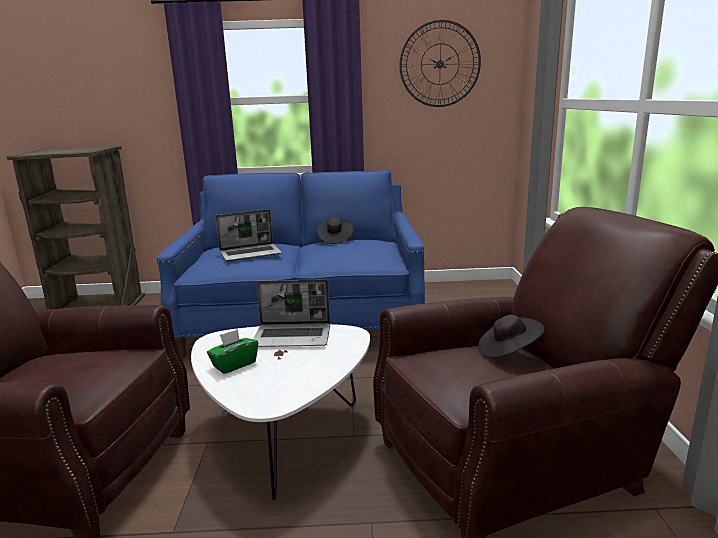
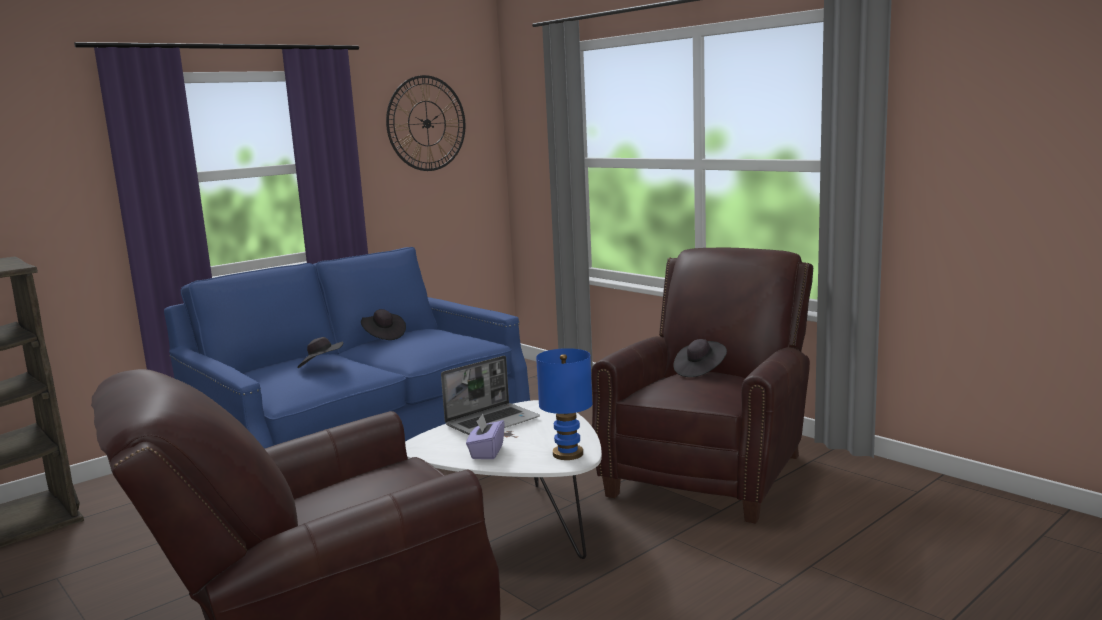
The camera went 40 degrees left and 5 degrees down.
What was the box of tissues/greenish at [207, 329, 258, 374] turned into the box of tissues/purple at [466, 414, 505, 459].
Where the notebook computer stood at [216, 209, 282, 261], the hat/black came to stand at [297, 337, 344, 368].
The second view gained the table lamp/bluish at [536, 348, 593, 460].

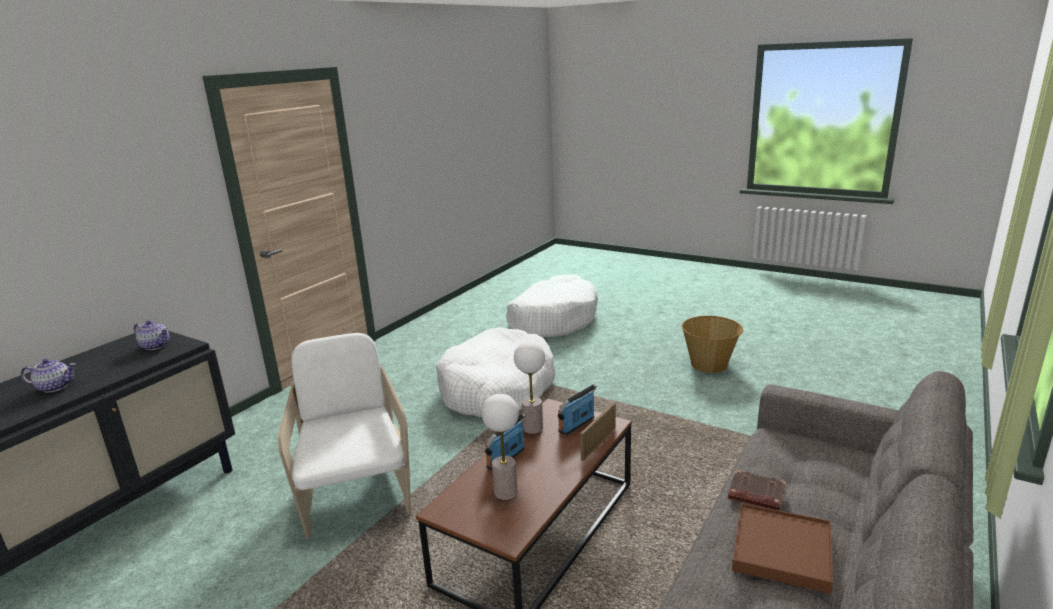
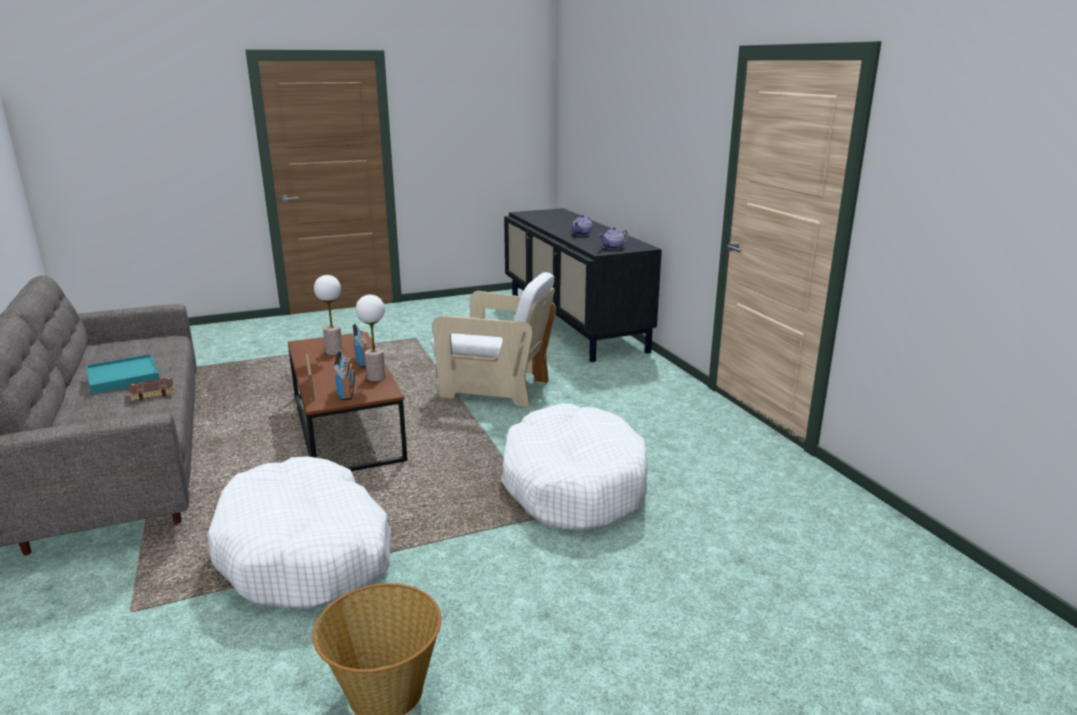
The camera went 125 degrees right and 0 degrees up.
The pet bed/whitish ended up elsewhere, having gone from [506, 275, 598, 337] to [207, 456, 391, 609].
What was the tray/brown-coloured at [732, 503, 833, 594] turned into the tray/turquoise-coloured at [86, 354, 160, 394].

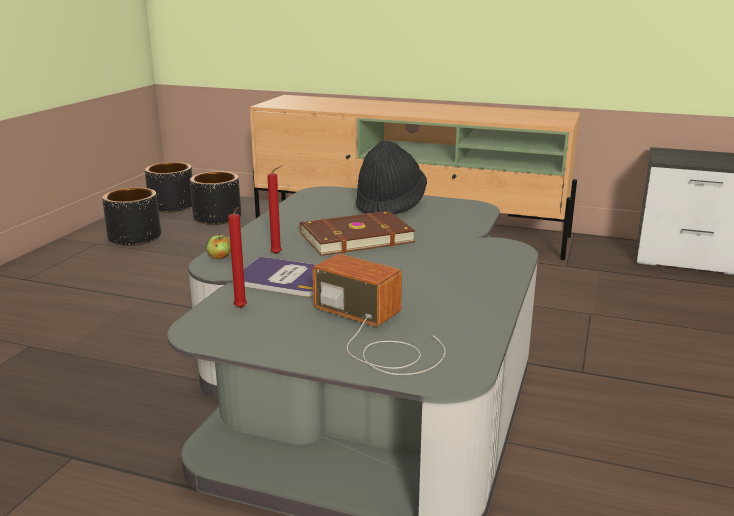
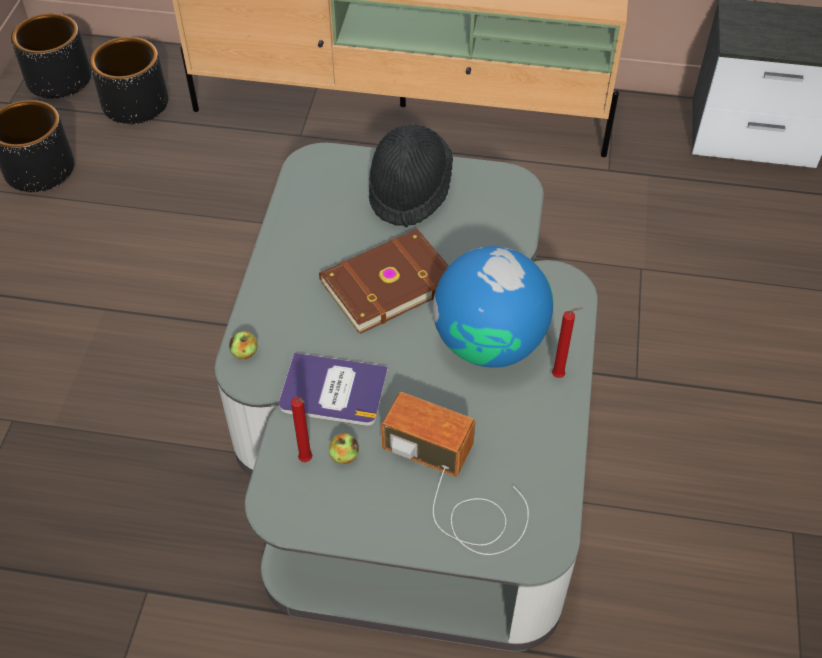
The camera went 10 degrees left and 30 degrees up.
The wax light/red-coloured ended up elsewhere, having gone from [267, 166, 282, 254] to [552, 308, 583, 378].
The second view gained the apple at [329, 433, 359, 464].
The second view gained the desk globe at [433, 246, 553, 368].

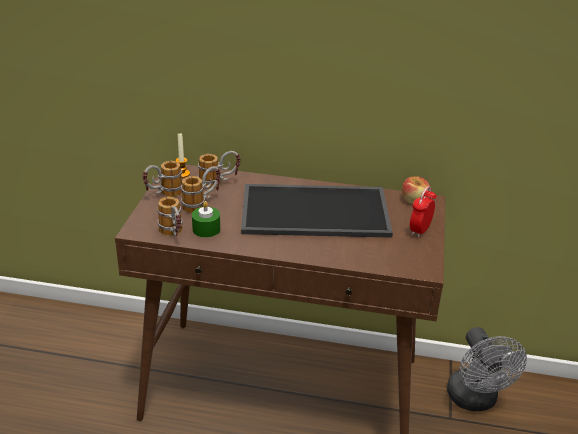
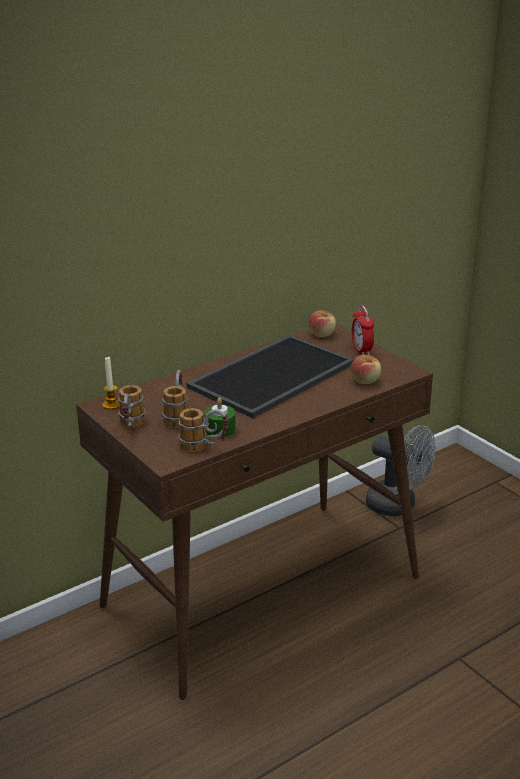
The camera went 45 degrees left and 5 degrees down.
The second view lost the tea mug at [198, 151, 241, 189].
The second view gained the apple at [351, 354, 381, 384].

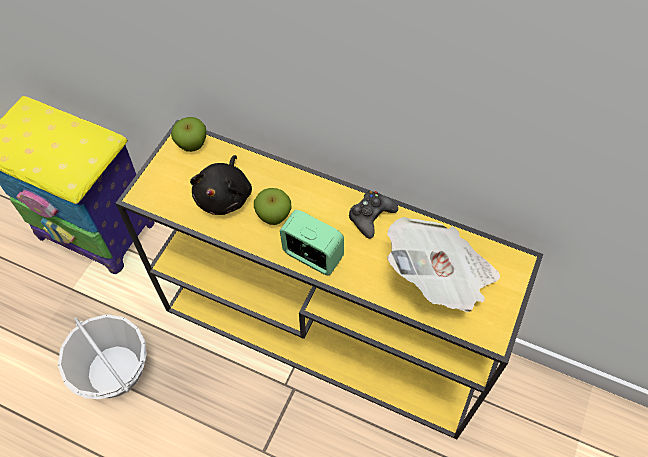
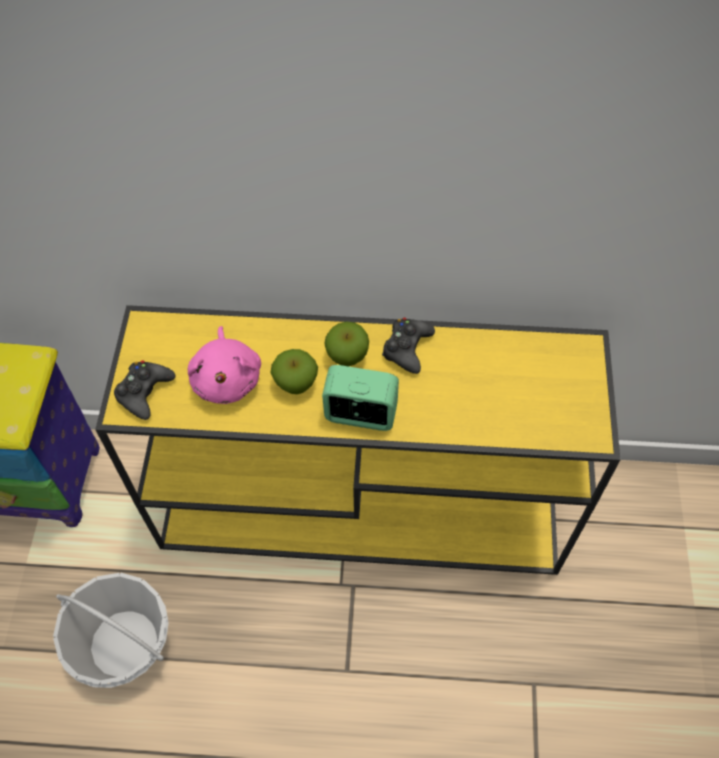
The camera went 20 degrees left and 0 degrees up.
The apple ended up elsewhere, having gone from [171, 117, 207, 152] to [324, 322, 369, 366].
What was the cuddly toy/black at [190, 155, 252, 215] turned into the cuddly toy/pinkish at [188, 326, 261, 404].
The second view lost the daily paper at [387, 217, 500, 312].
The second view gained the joypad/black at [114, 361, 175, 420].

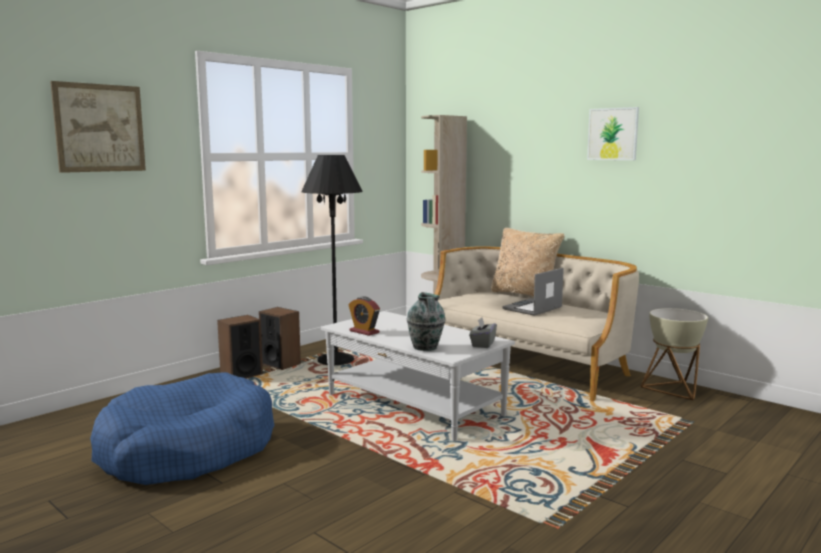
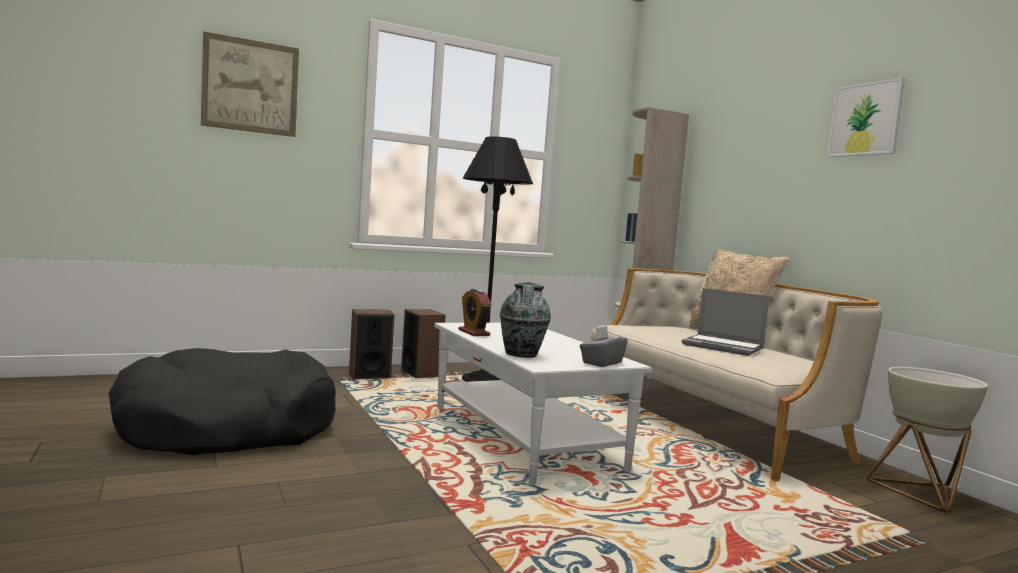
The camera went 20 degrees right and 5 degrees down.
What was the pet bed/bluish at [90, 372, 275, 485] turned into the pet bed/black at [109, 348, 336, 455].
The notebook computer at [503, 268, 564, 316] ended up facing another way, 120 degrees counterclockwise from before.

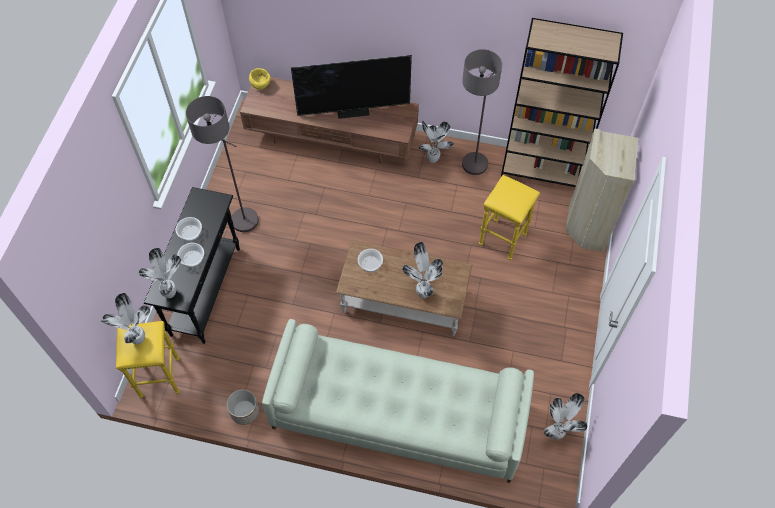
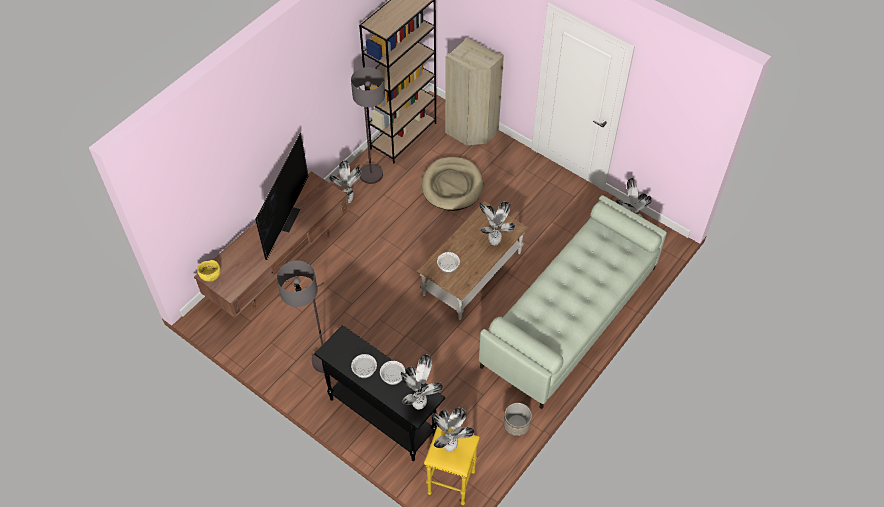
The camera went 65 degrees left and 5 degrees down.
Where the sitting stool/yellow stood at [479, 175, 540, 260], the pet bed/beige-coloured came to stand at [422, 157, 483, 211].

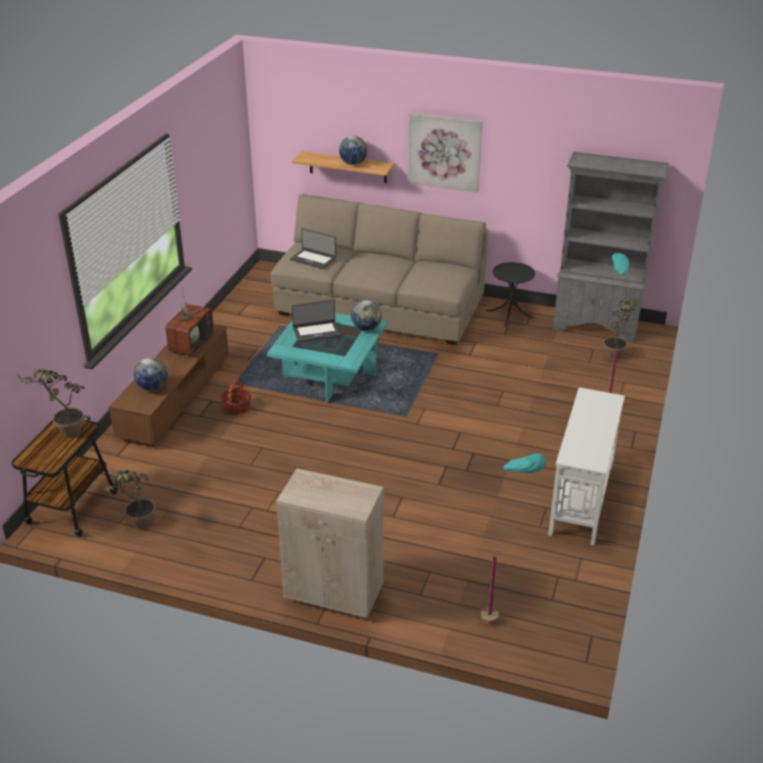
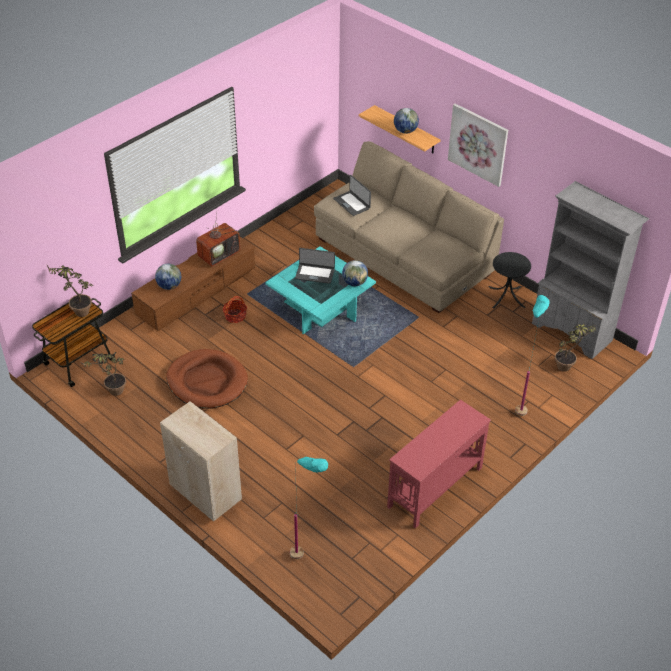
The camera went 25 degrees right and 10 degrees up.
What was the narrow table/whitish at [548, 387, 625, 545] turned into the narrow table/red-coloured at [387, 400, 491, 529].
The second view gained the pet bed/brown-coloured at [167, 349, 248, 409].

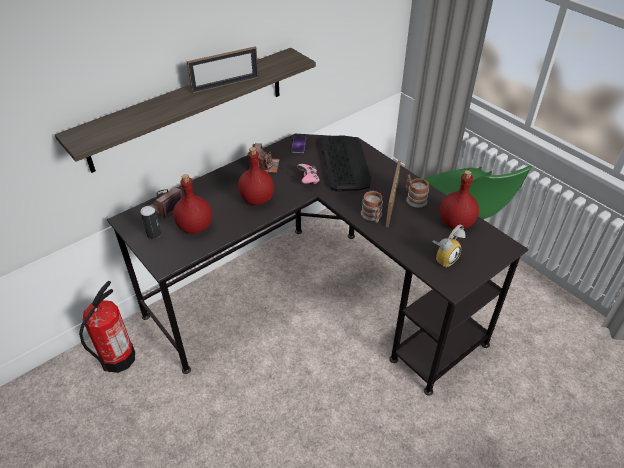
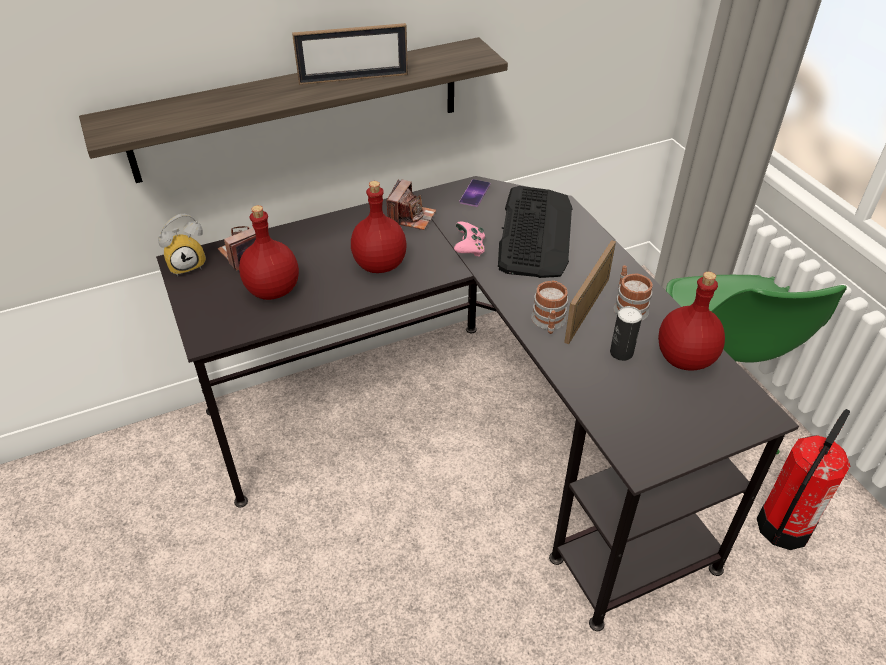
The camera went 15 degrees right and 0 degrees up.
The extinguisher ended up elsewhere, having gone from [79, 281, 135, 373] to [757, 409, 850, 550].
The can ended up elsewhere, having gone from [140, 206, 161, 239] to [610, 306, 642, 361].
The bedside clock ended up elsewhere, having gone from [433, 225, 465, 267] to [158, 214, 206, 276].

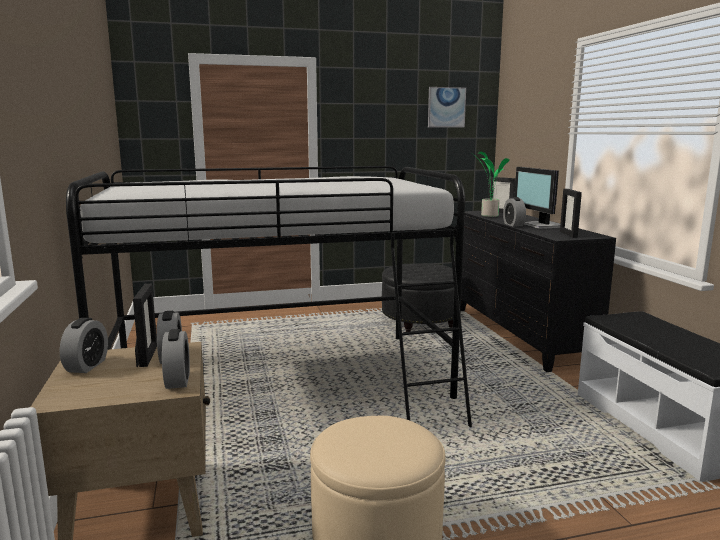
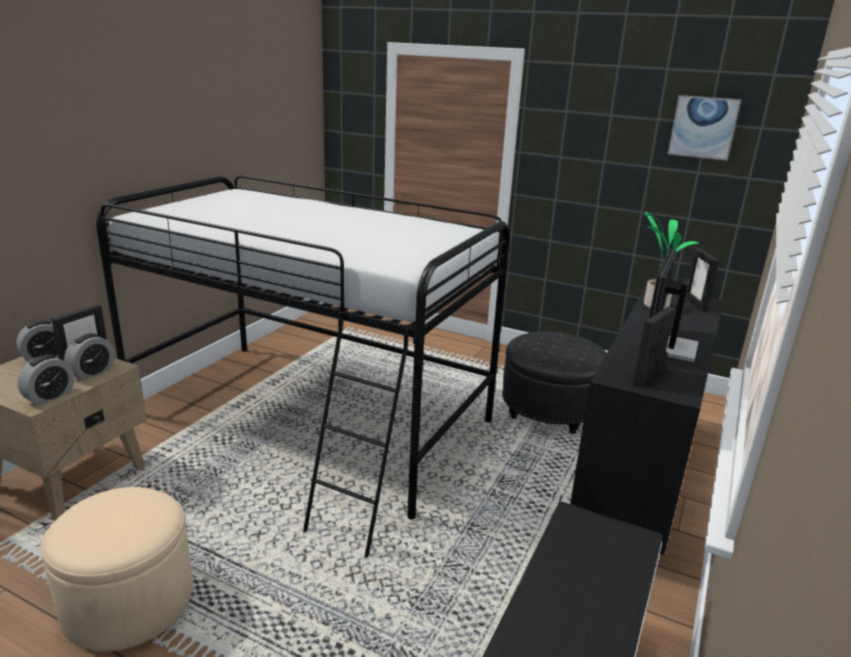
The camera went 40 degrees right and 10 degrees up.
The second view lost the bedside clock at [503, 197, 526, 227].

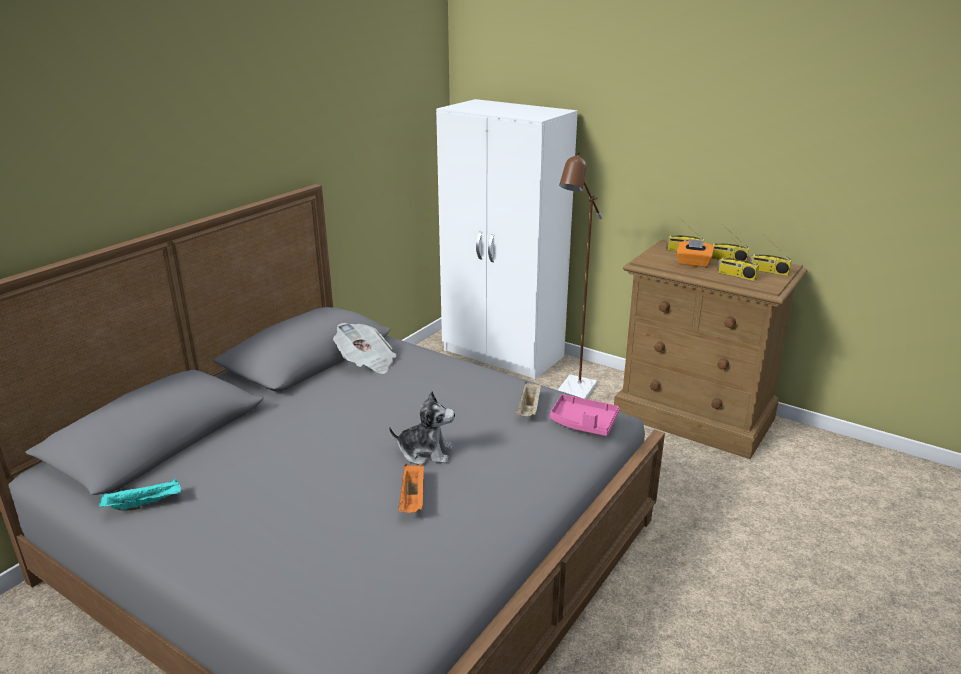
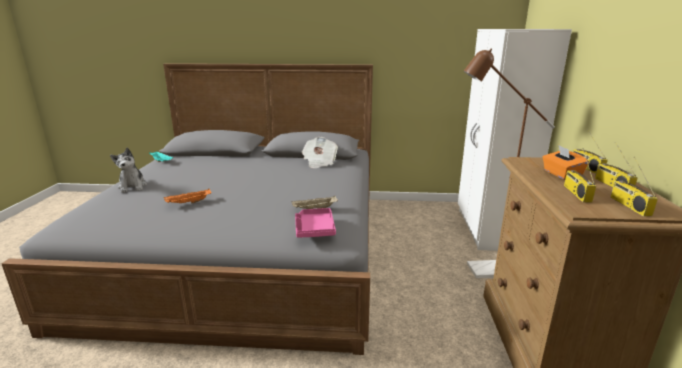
The camera went 60 degrees right and 5 degrees down.
The cuddly toy ended up elsewhere, having gone from [389, 391, 455, 466] to [110, 148, 147, 193].

